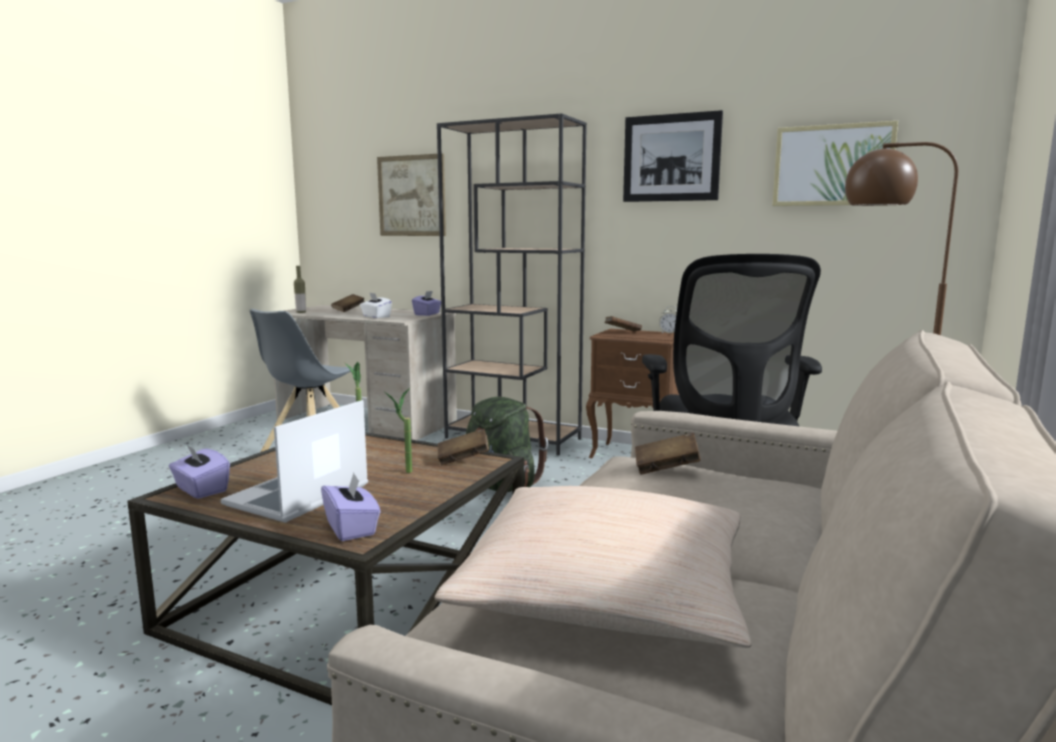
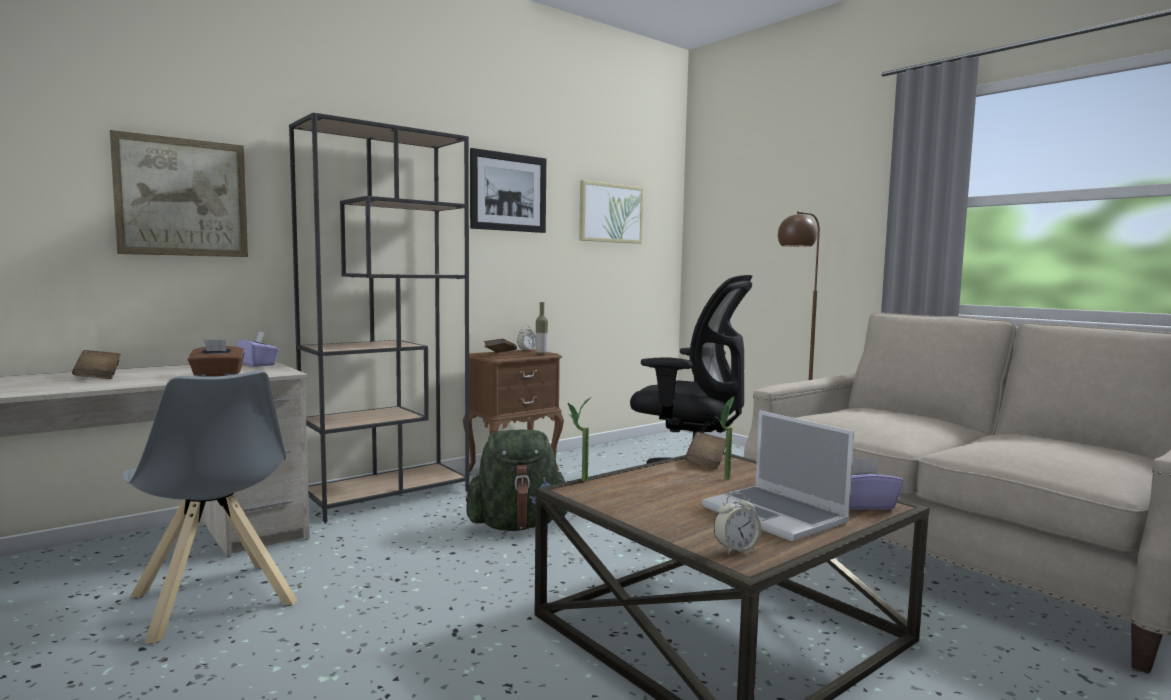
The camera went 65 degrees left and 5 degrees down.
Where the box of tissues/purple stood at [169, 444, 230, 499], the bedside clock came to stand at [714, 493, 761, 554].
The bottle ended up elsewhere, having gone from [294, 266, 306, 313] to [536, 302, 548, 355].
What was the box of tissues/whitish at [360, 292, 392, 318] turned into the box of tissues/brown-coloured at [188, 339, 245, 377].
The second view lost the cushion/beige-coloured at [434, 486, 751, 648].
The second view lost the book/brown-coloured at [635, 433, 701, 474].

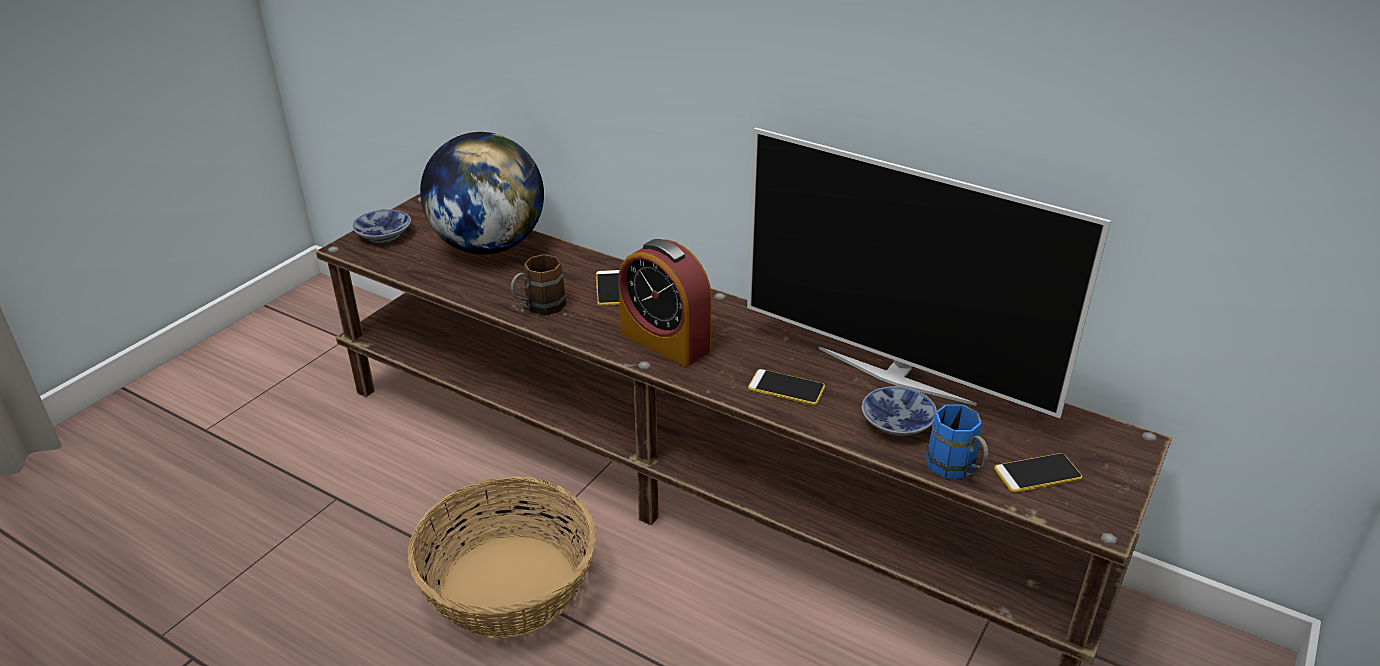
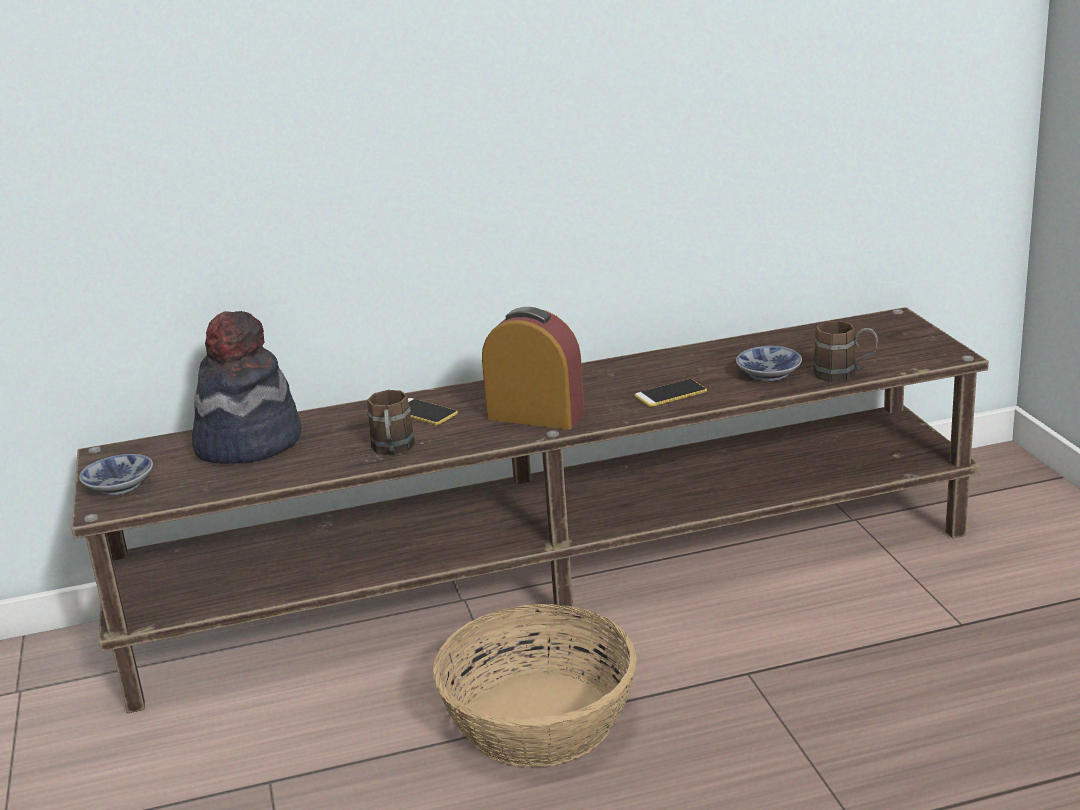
The camera went 45 degrees left and 10 degrees down.
Where the desk globe stood at [420, 132, 544, 254], the hat came to stand at [192, 311, 301, 464].
The bedside clock at [619, 239, 711, 367] ended up facing another way, 150 degrees counterclockwise from before.
The second view lost the TV set at [747, 127, 1111, 418].
What was the tea mug/bluish at [926, 404, 989, 478] turned into the tea mug/brown-coloured at [813, 321, 878, 382].
The second view lost the handset at [994, 453, 1083, 493].

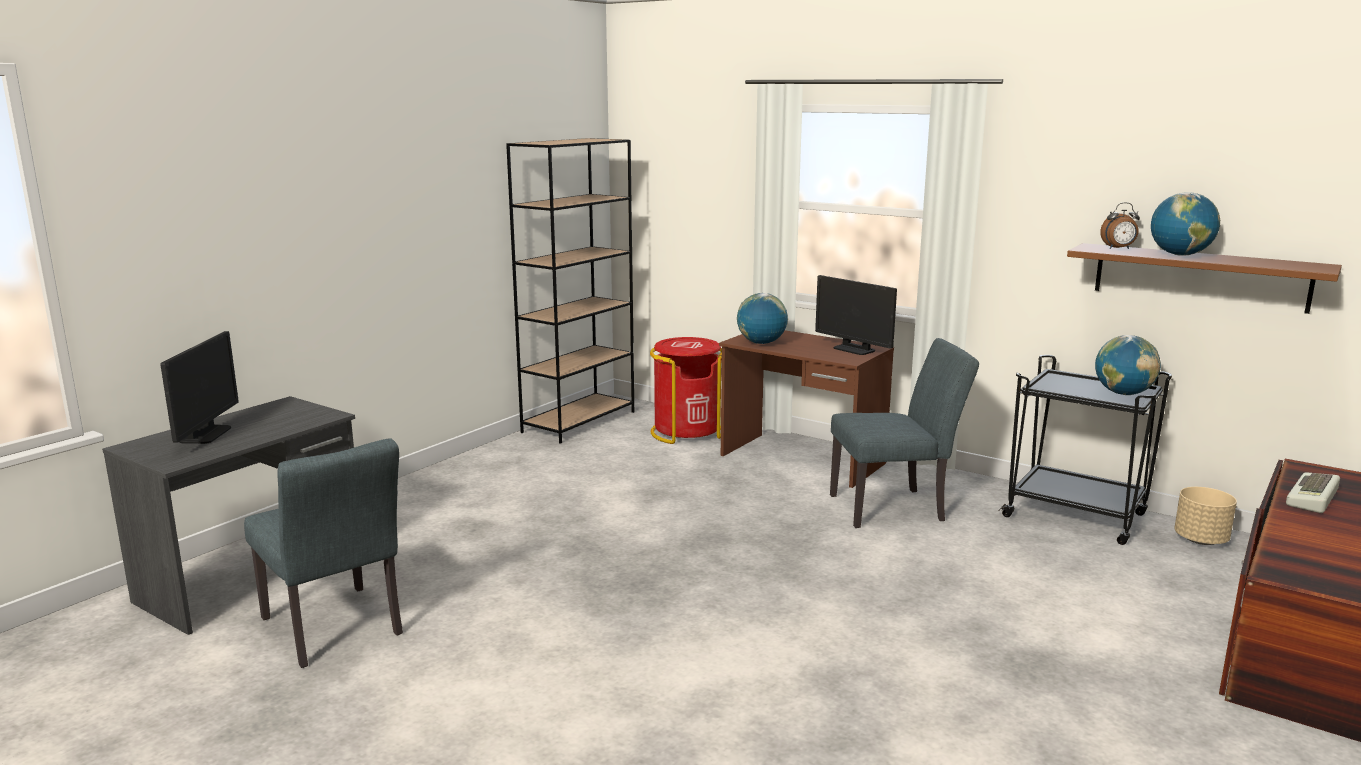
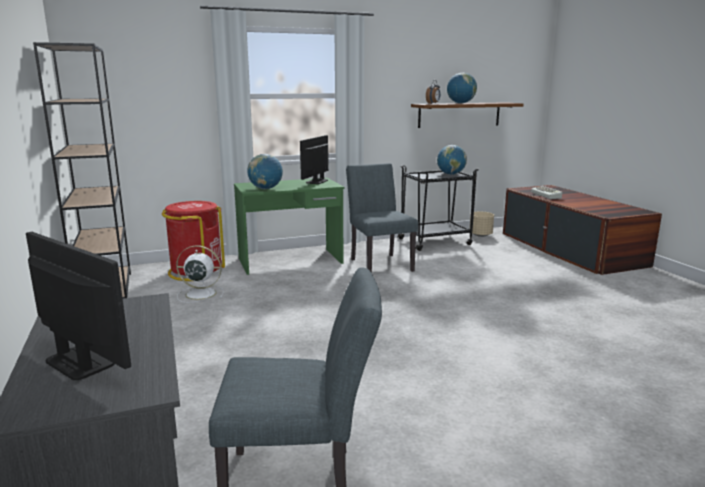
The camera went 55 degrees left and 0 degrees up.
What was the desk/brown-coloured at [719, 330, 894, 488] turned into the desk/greenish at [234, 178, 344, 275].
The monitor at [815, 275, 897, 355] ended up facing another way, 120 degrees clockwise from before.
The upright chair/gray at [830, 338, 979, 528] ended up facing another way, 45 degrees counterclockwise from before.
The second view gained the fan/whitish at [176, 245, 224, 303].

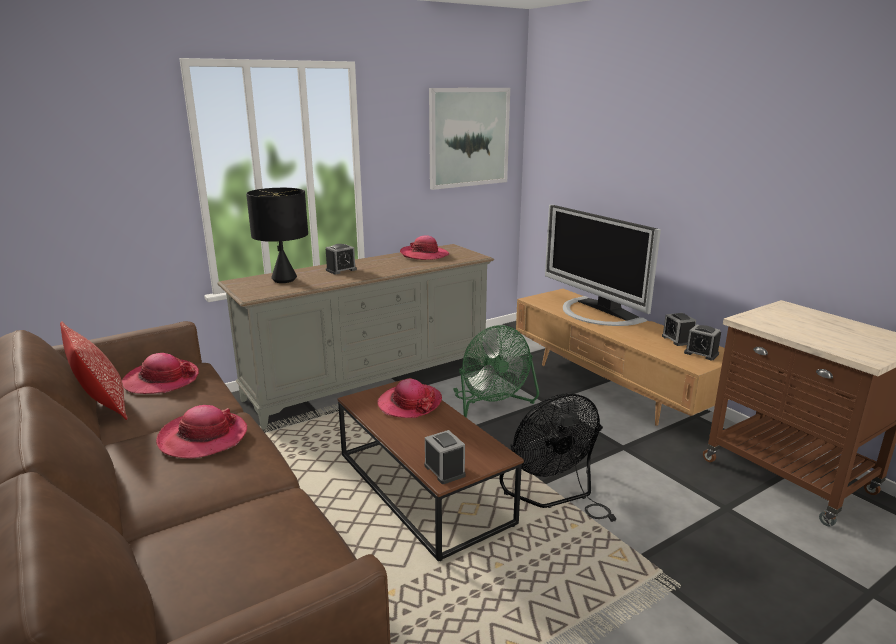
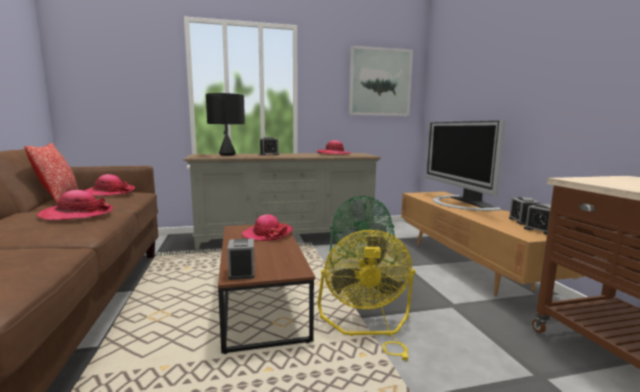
The camera went 20 degrees right and 10 degrees down.
What was the fan/black at [499, 393, 616, 522] turned into the fan/yellow at [318, 230, 416, 361].

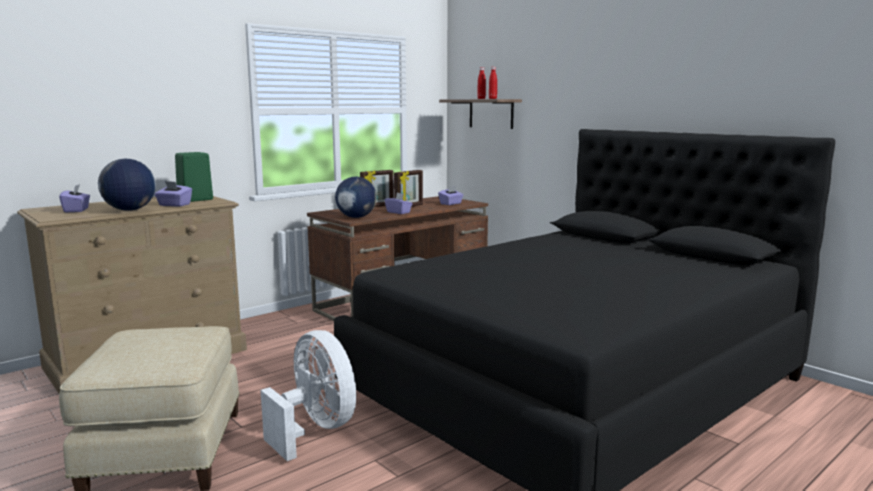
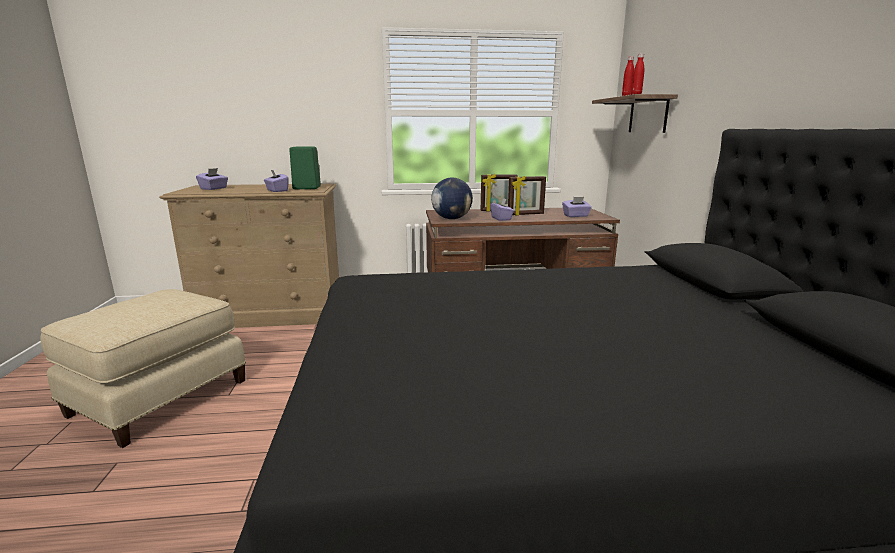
The camera went 35 degrees right and 5 degrees up.
The second view lost the desk globe at [98, 159, 156, 211].
The second view lost the fan/whitish at [261, 330, 356, 461].

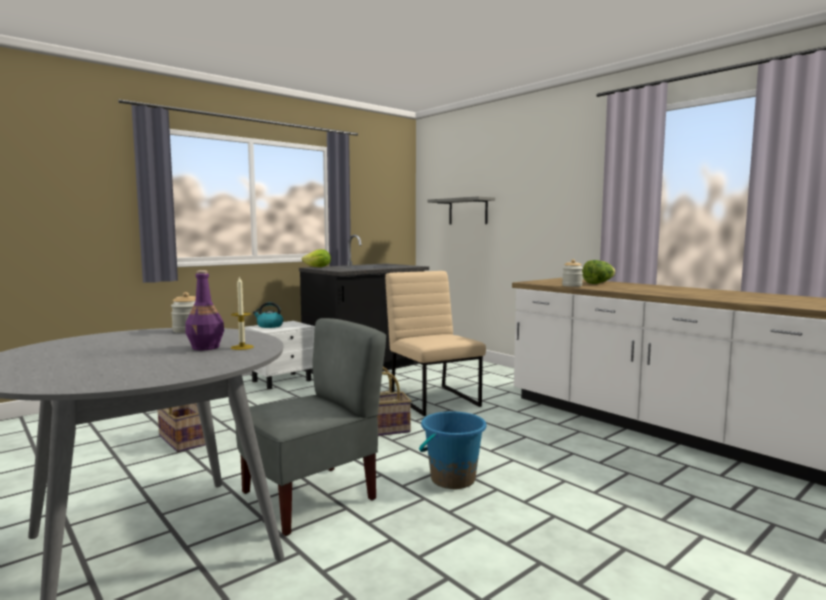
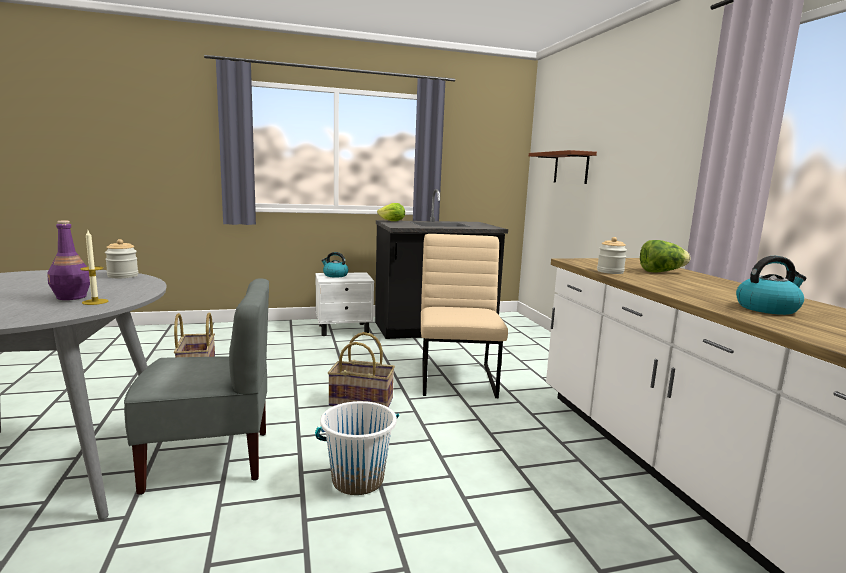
The camera went 25 degrees right and 5 degrees up.
What was the pail/bluish at [419, 411, 486, 489] turned into the pail/whitish at [315, 401, 399, 495].
What was the bracket shelf/gray at [428, 196, 495, 225] turned into the bracket shelf/brown-coloured at [529, 150, 597, 184].
The second view gained the water kettle at [736, 256, 807, 315].

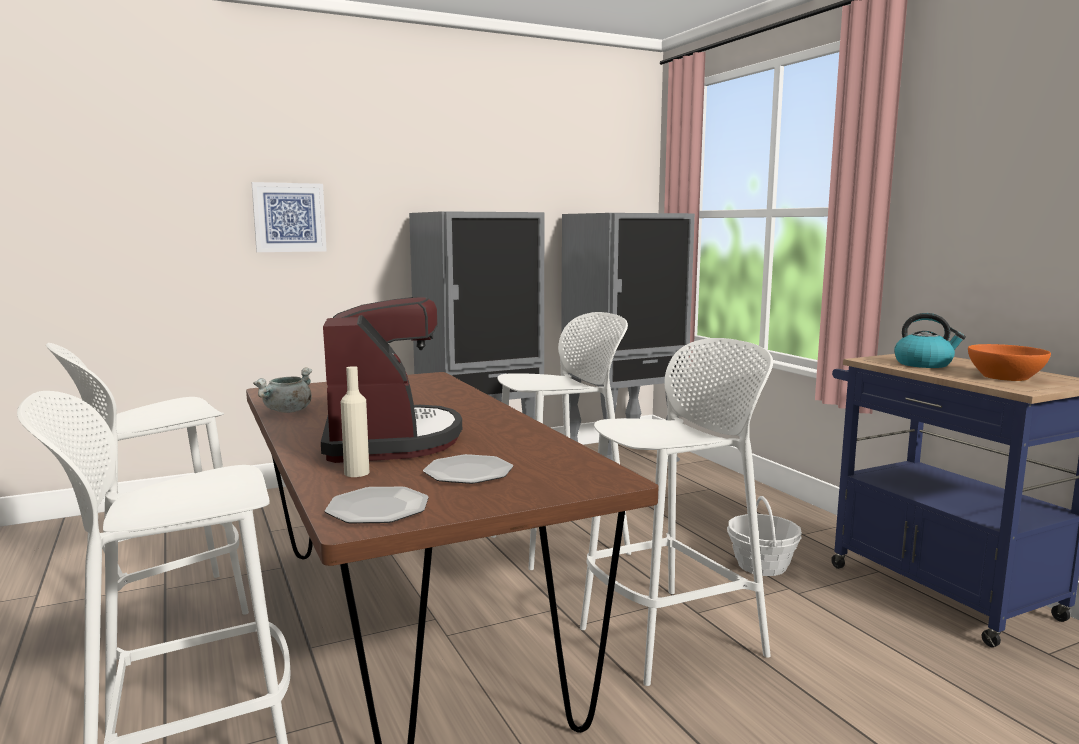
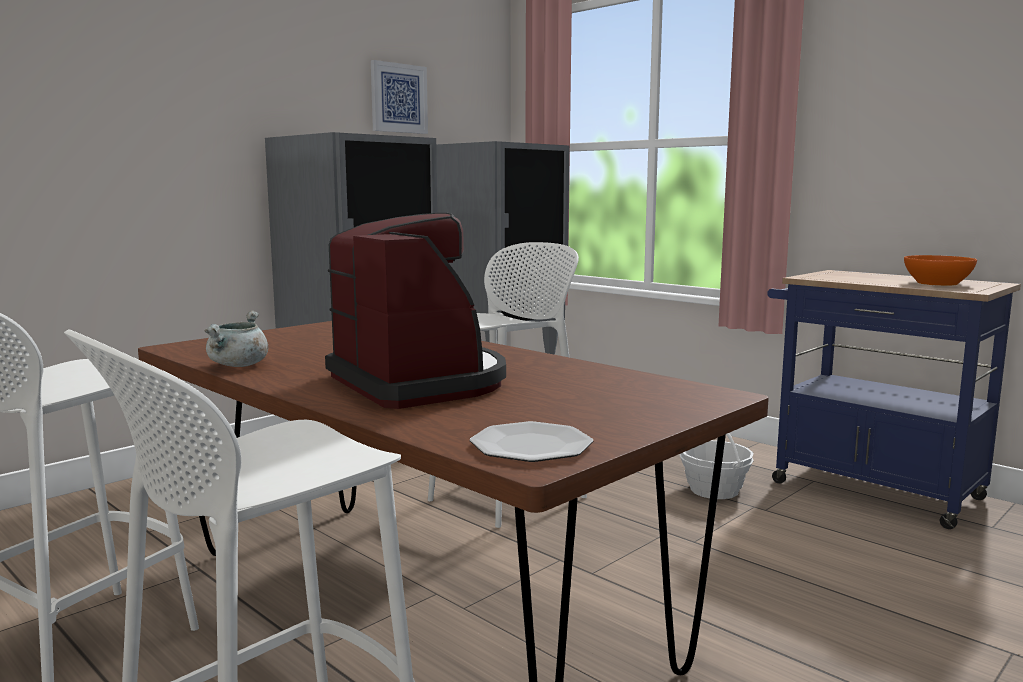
The camera went 20 degrees left and 0 degrees up.
The picture ended up elsewhere, having gone from [251, 182, 327, 252] to [371, 60, 428, 134].
The second view lost the bottle/beige-coloured at [341, 366, 369, 477].
The second view lost the flat dish at [423, 454, 513, 484].
The second view lost the sitting stool/whitish at [580, 338, 773, 686].
The second view lost the water kettle at [894, 313, 966, 368].

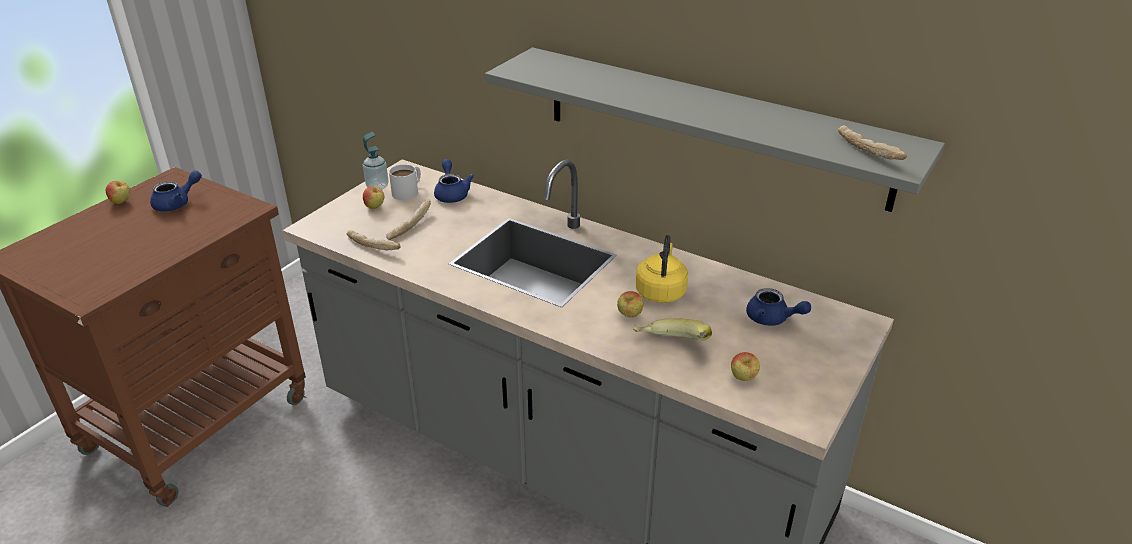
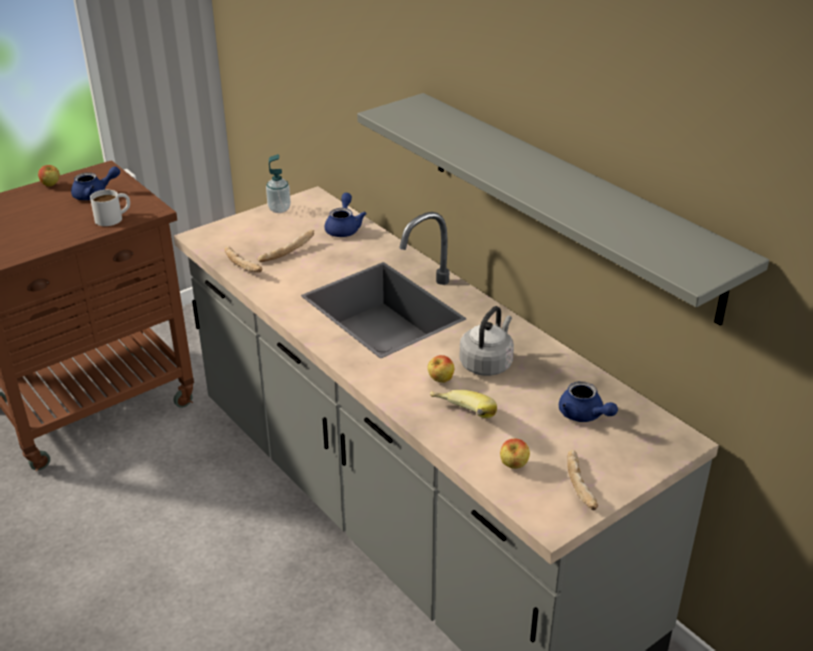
The camera went 20 degrees right and 0 degrees up.
The second view lost the apple at [363, 186, 384, 209].
The tea mug/whitish ended up elsewhere, having gone from [389, 164, 421, 200] to [90, 190, 130, 226].
What was the water kettle/yellow at [636, 235, 688, 303] turned into the water kettle/gray at [459, 306, 514, 376].
The baked bread ended up elsewhere, having gone from [838, 125, 907, 160] to [567, 450, 598, 510].

